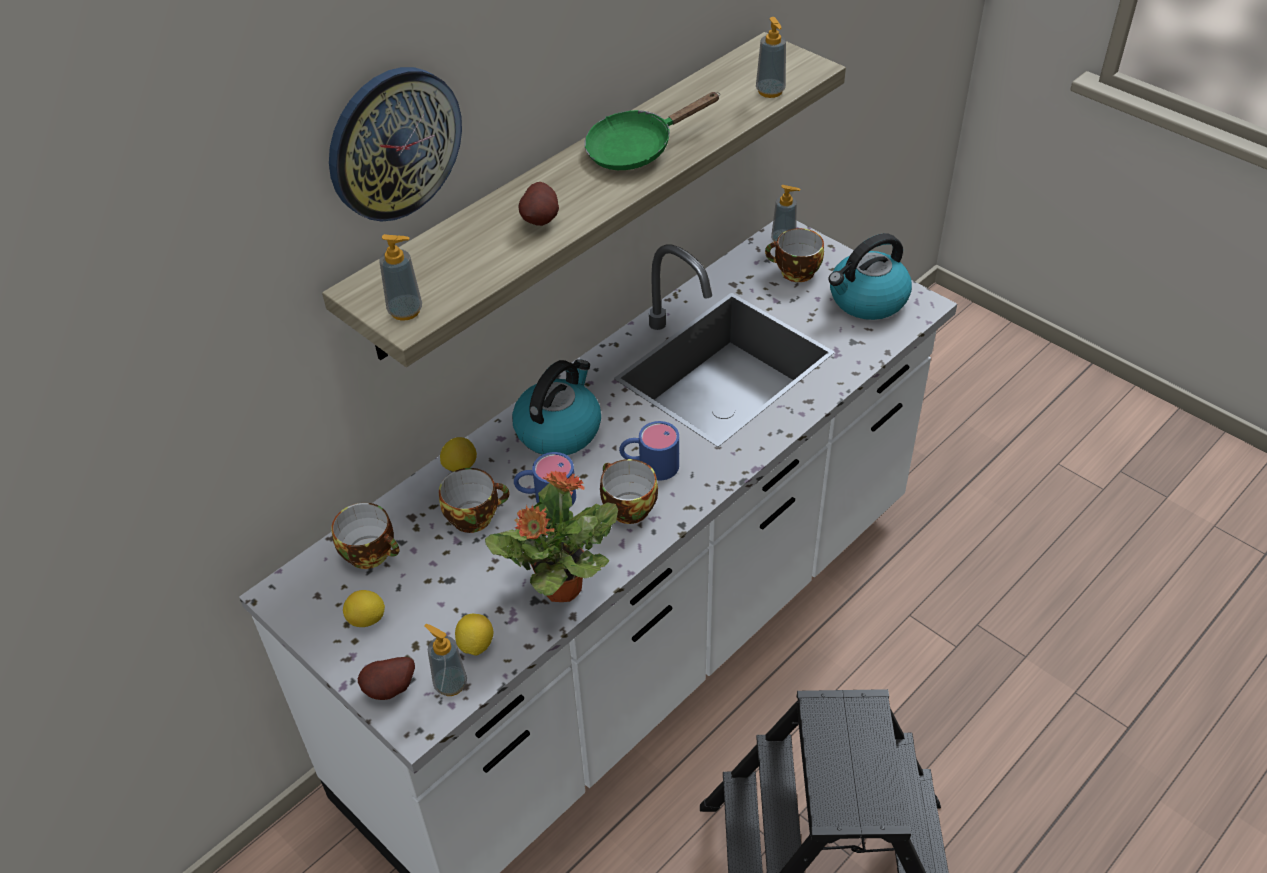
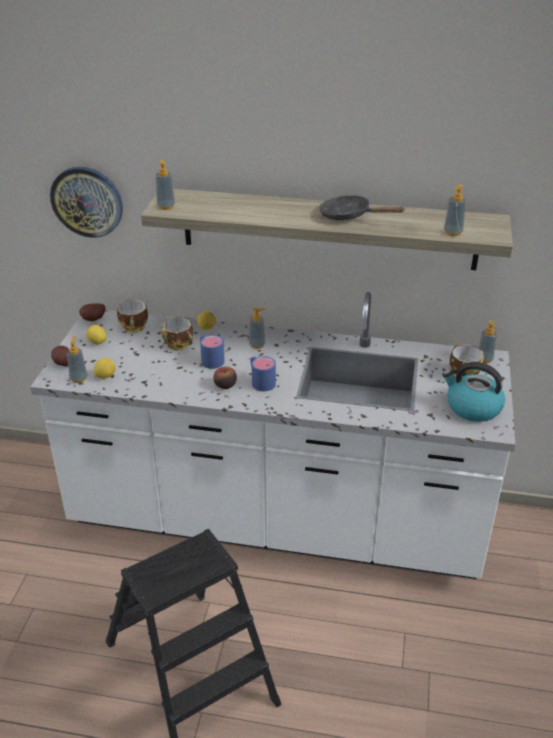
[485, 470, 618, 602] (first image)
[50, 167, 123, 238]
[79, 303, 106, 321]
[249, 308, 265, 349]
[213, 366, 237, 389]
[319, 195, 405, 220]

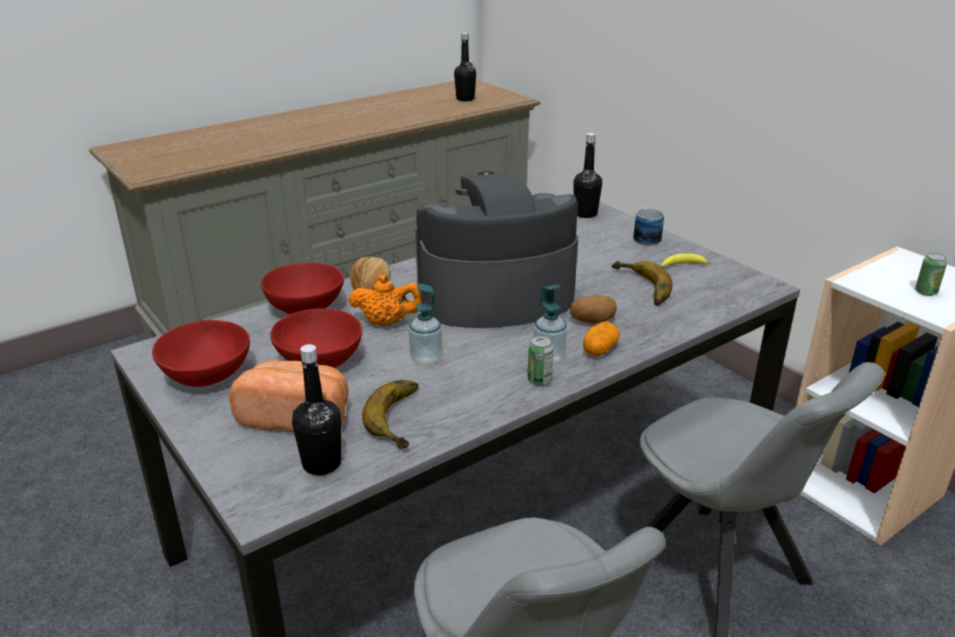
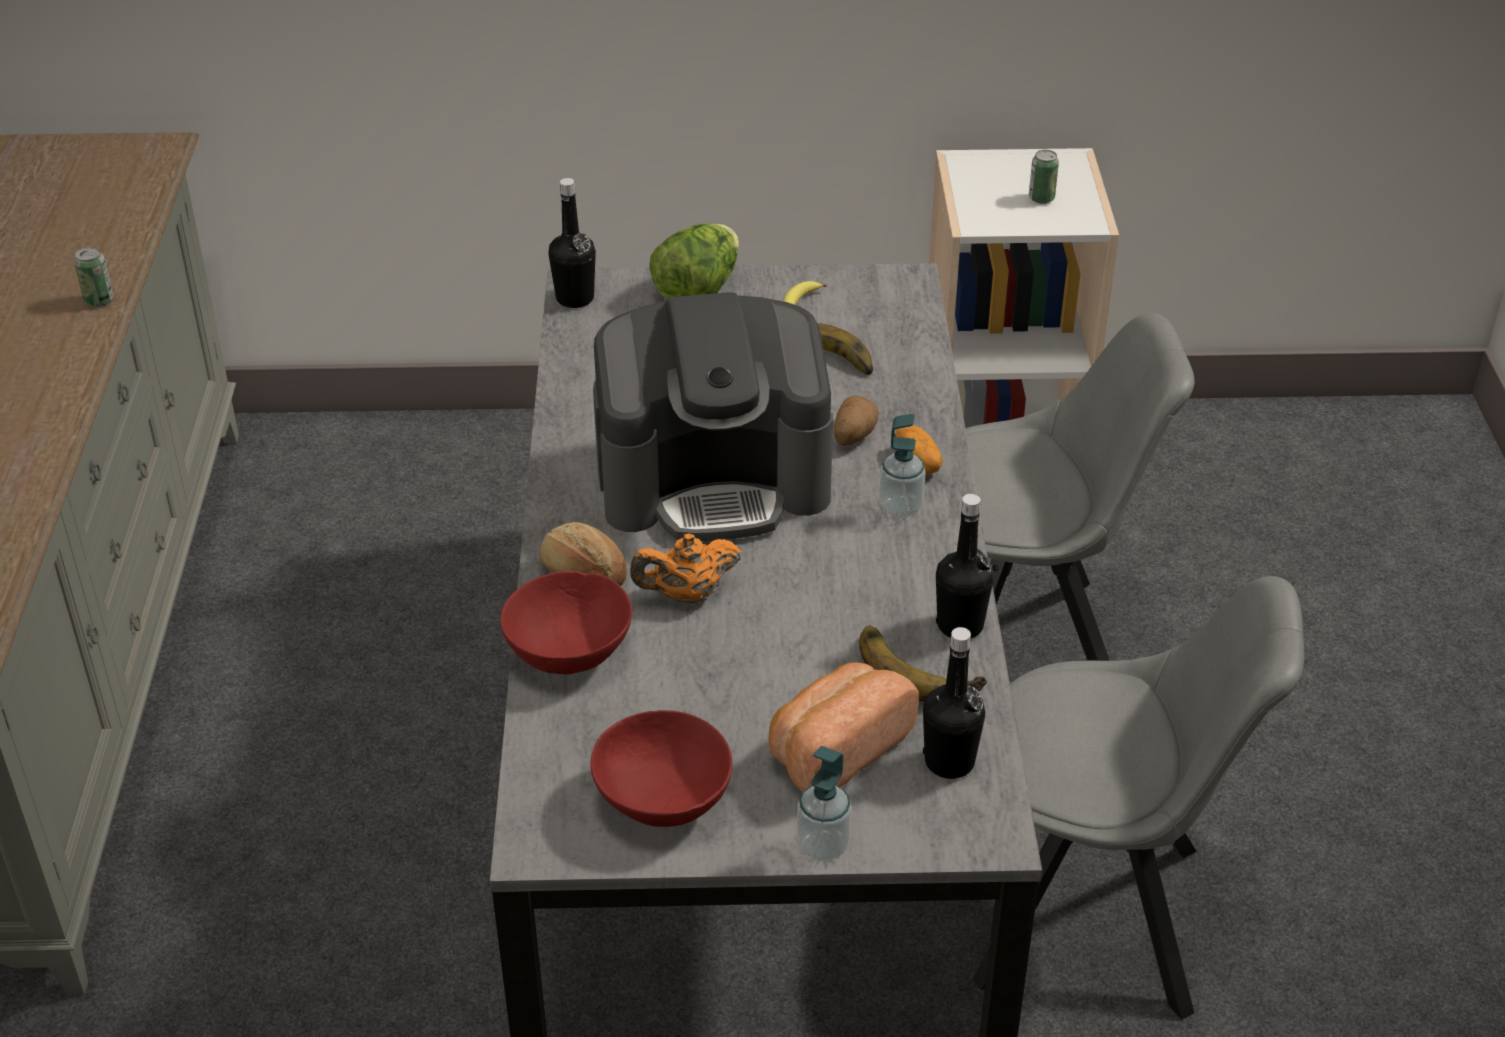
[270, 308, 362, 368] (first image)
[797, 746, 852, 861]
[936, 494, 994, 638]
[74, 247, 114, 307]
[649, 223, 739, 299]
[630, 534, 741, 603]
[593, 292, 833, 541]

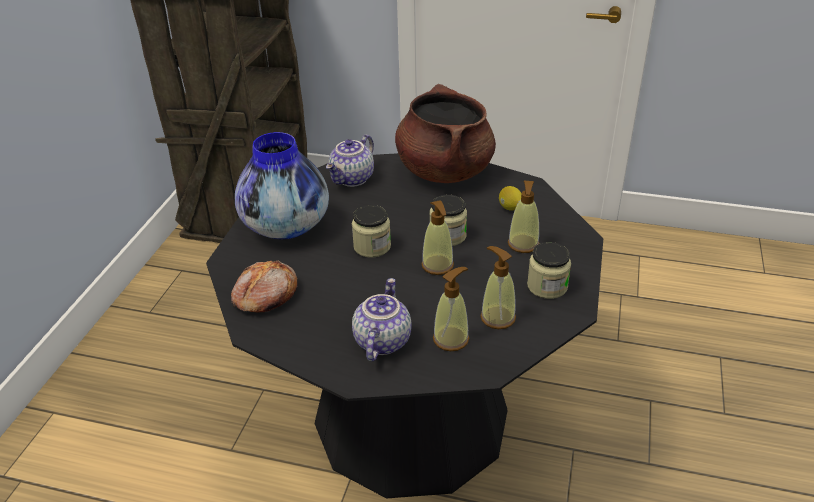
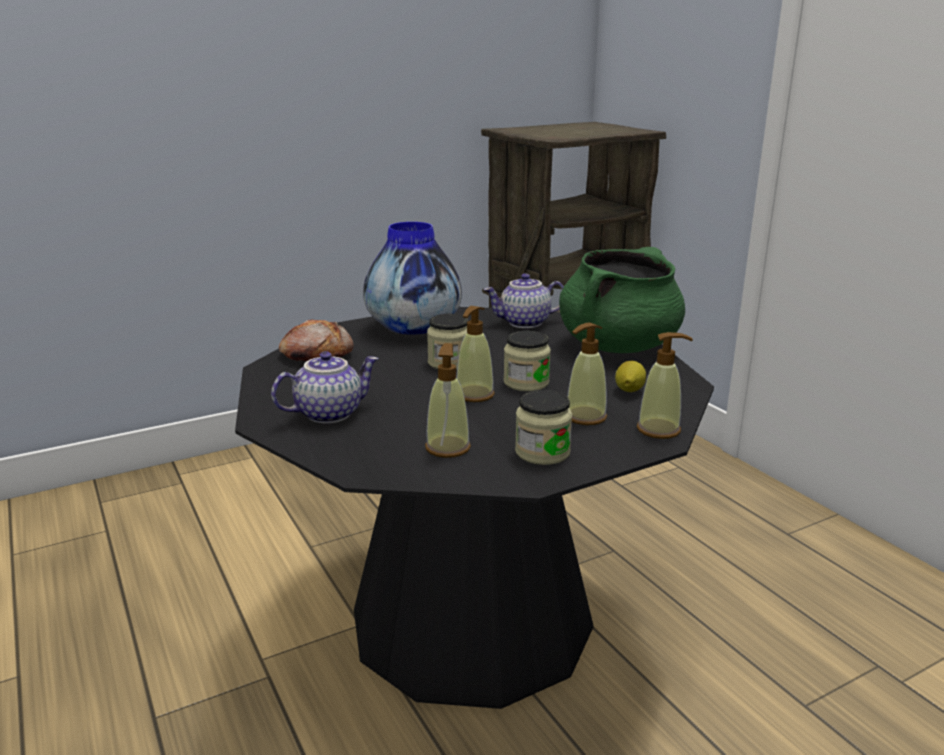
[637, 332, 693, 439]
[559, 247, 685, 353]

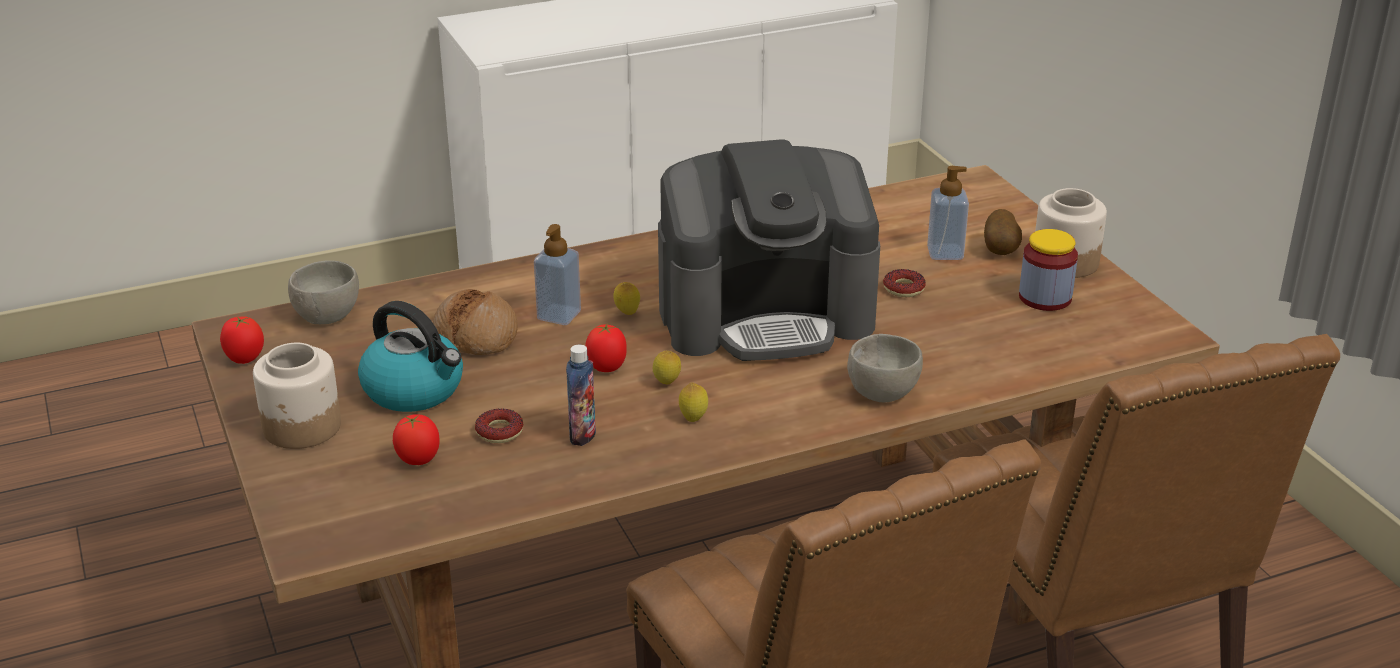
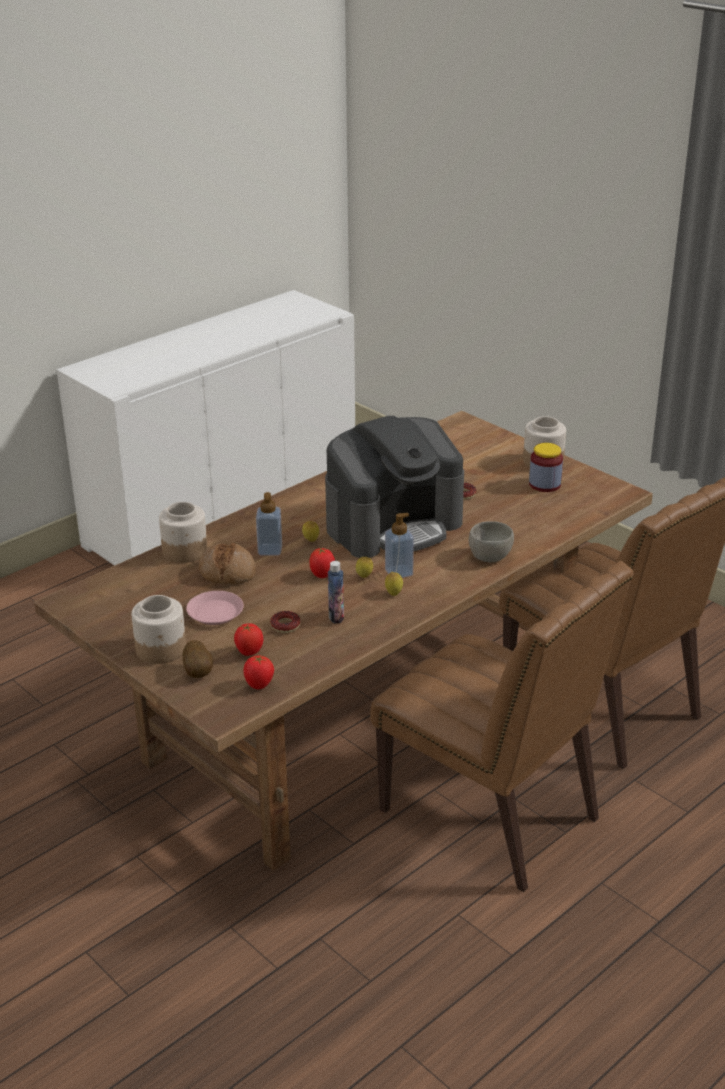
[288, 260, 359, 324] (first image)
[159, 502, 207, 563]
[243, 655, 274, 689]
[385, 513, 414, 578]
[183, 640, 213, 678]
[186, 591, 244, 625]

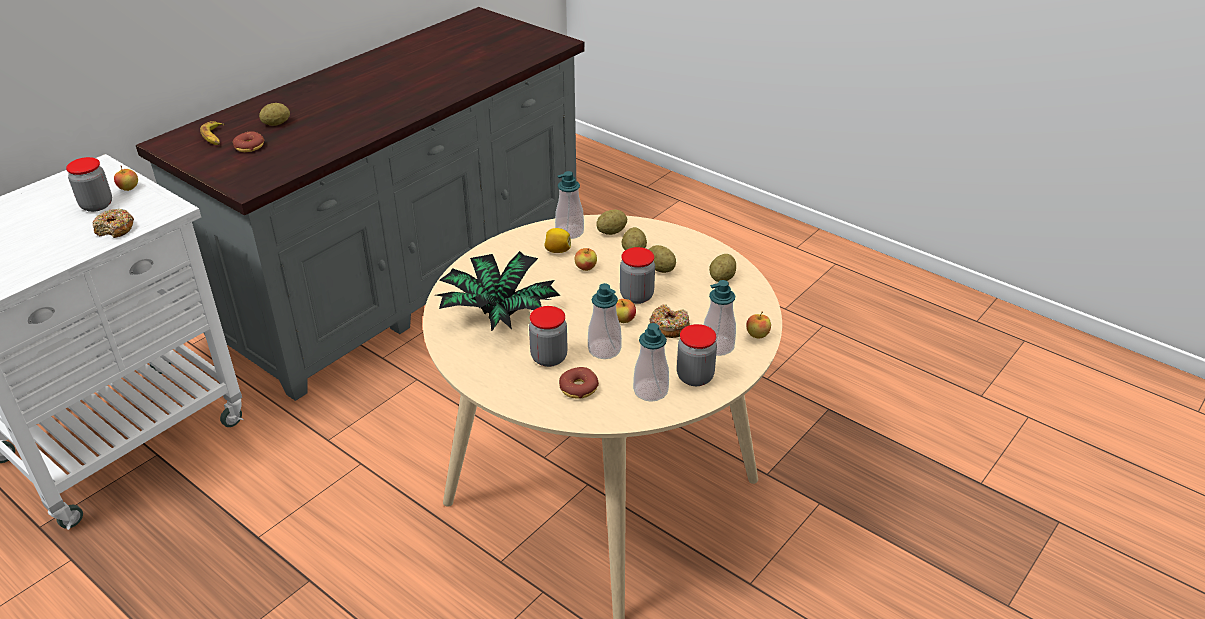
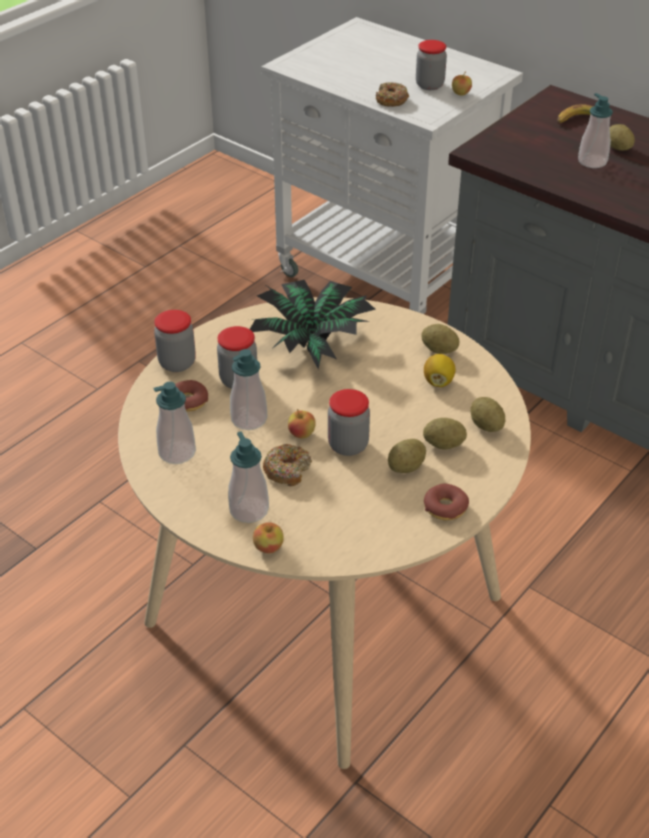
[575, 248, 597, 271] (first image)
[424, 484, 469, 520]
[578, 93, 613, 168]
[154, 310, 196, 372]
[421, 324, 459, 354]

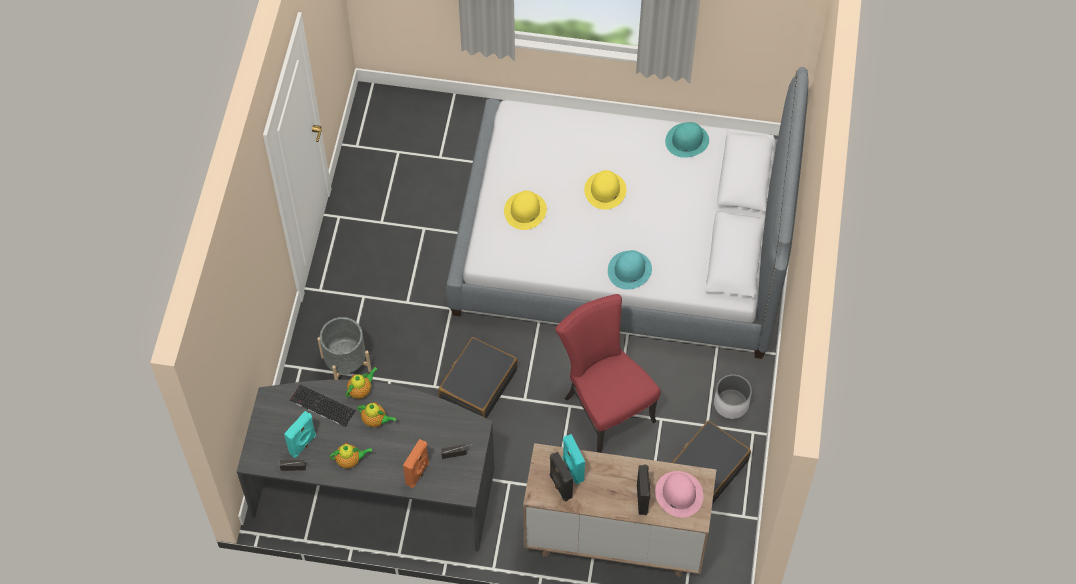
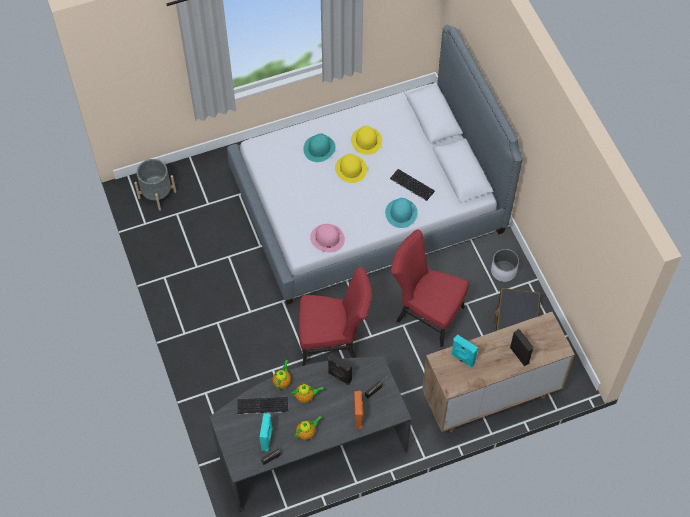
[390, 169, 435, 201]
[134, 159, 176, 211]
[351, 126, 382, 155]
[328, 353, 352, 385]
[310, 224, 345, 253]
[303, 134, 335, 162]
[299, 267, 372, 366]

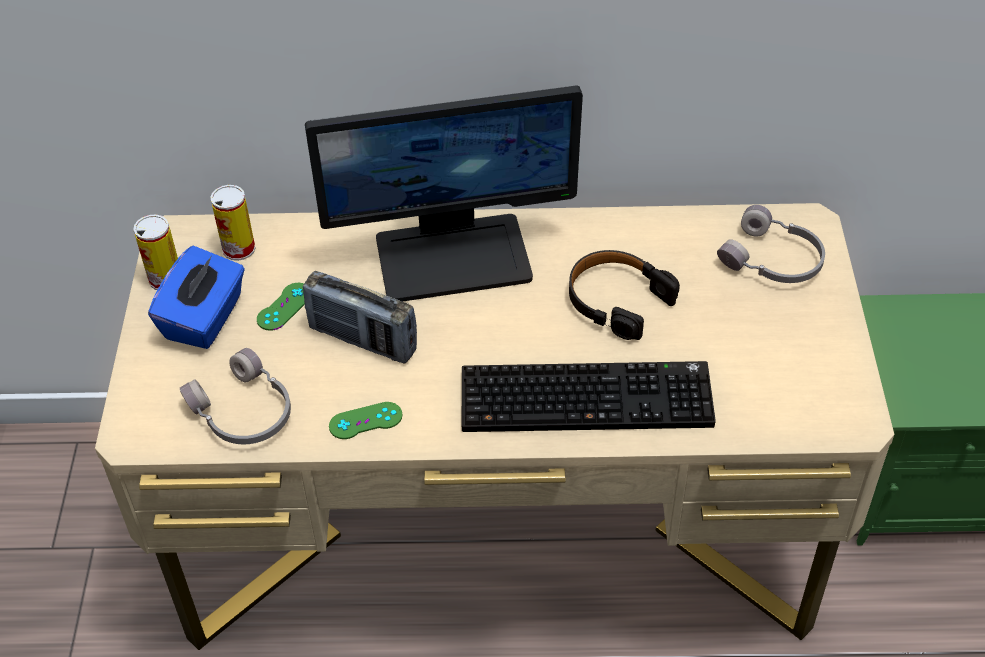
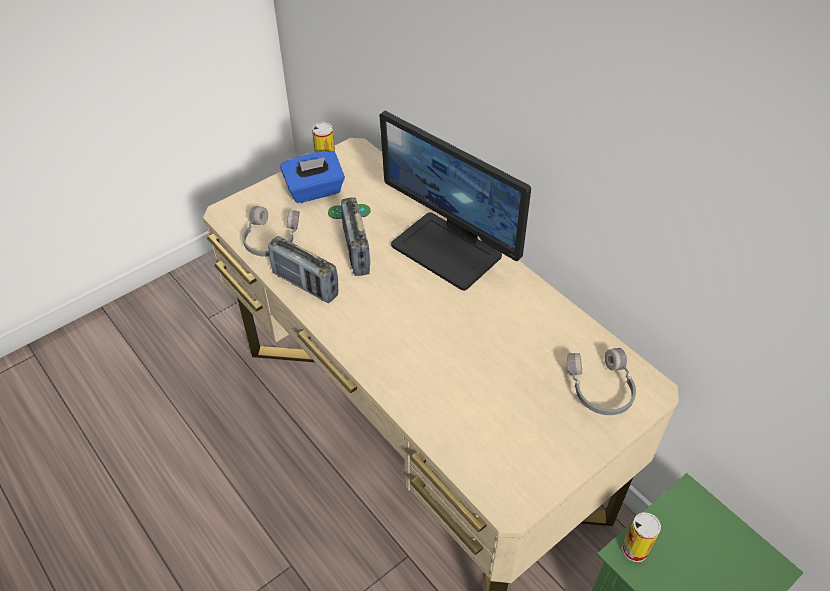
[462, 361, 716, 432] (first image)
[569, 250, 680, 340] (first image)
[622, 512, 661, 562]
[268, 236, 338, 303]

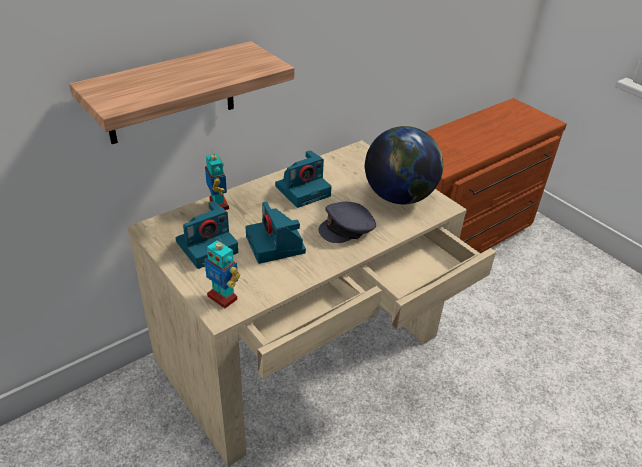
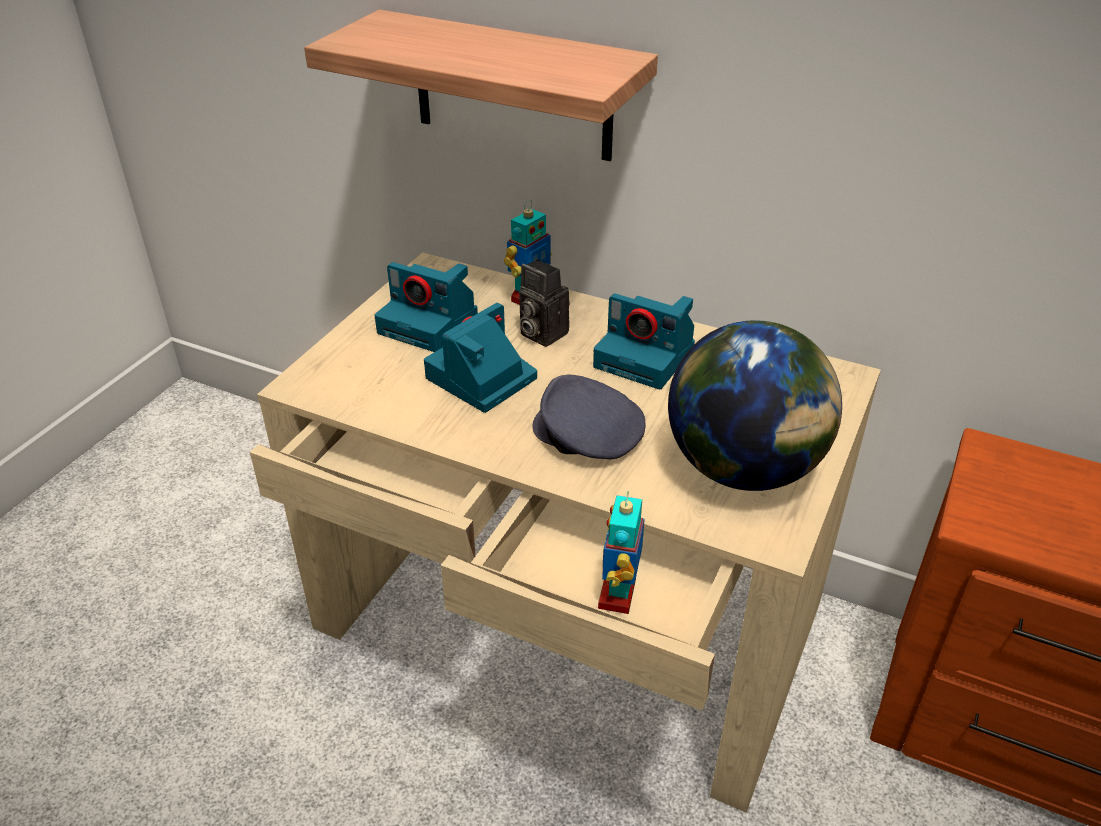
[519, 259, 570, 347]
[598, 491, 645, 614]

